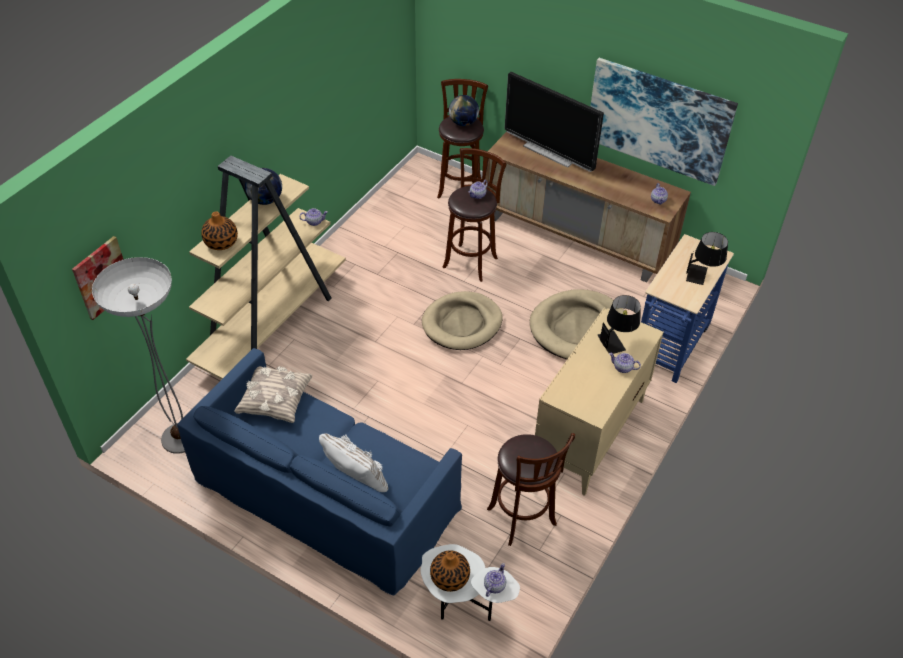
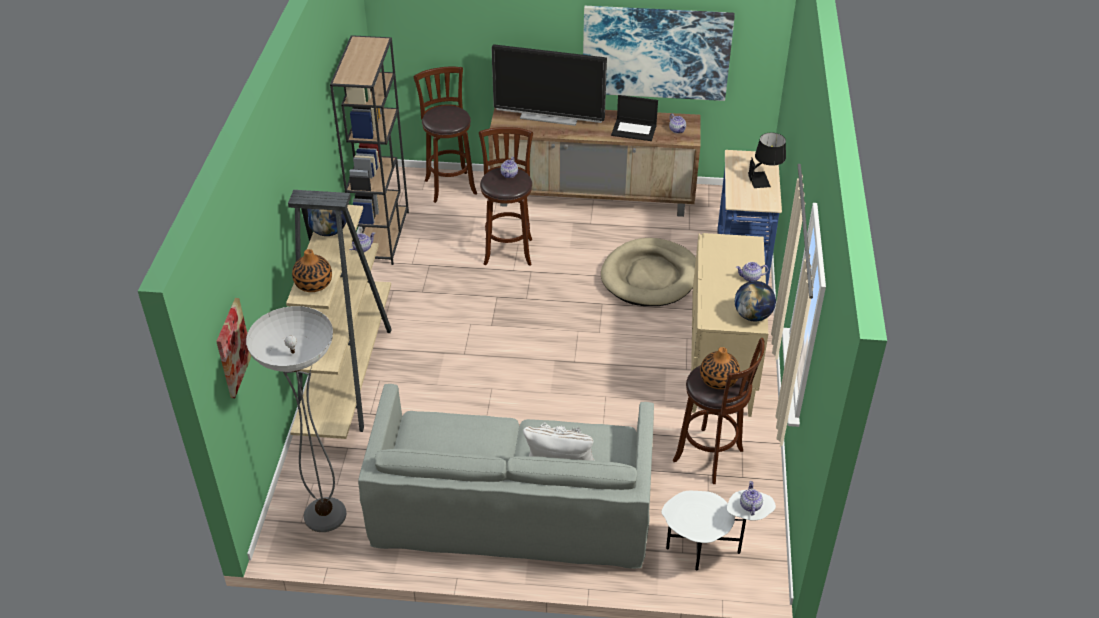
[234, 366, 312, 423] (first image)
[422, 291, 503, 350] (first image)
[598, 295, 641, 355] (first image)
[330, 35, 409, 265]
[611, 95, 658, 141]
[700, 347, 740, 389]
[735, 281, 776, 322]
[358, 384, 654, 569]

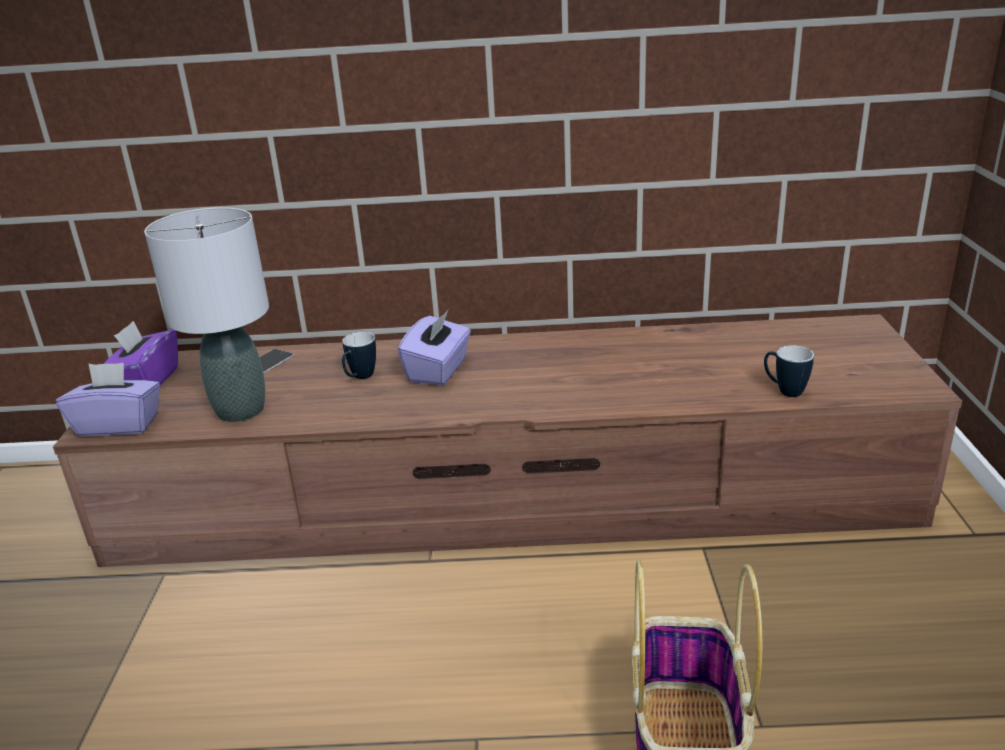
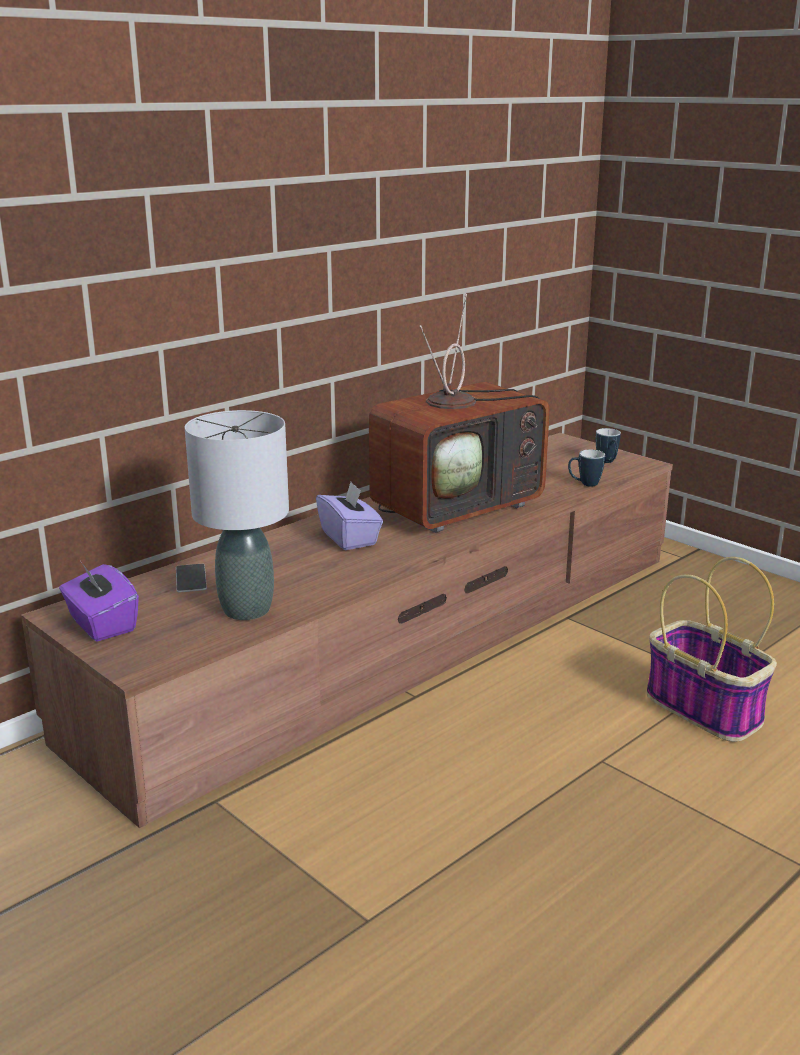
[56, 363, 160, 436] (first image)
[369, 294, 550, 533]
[596, 428, 621, 463]

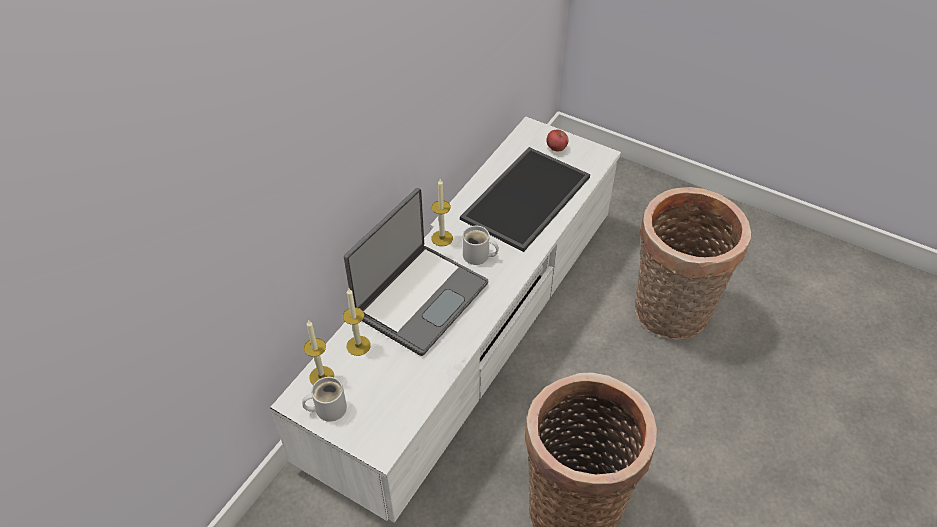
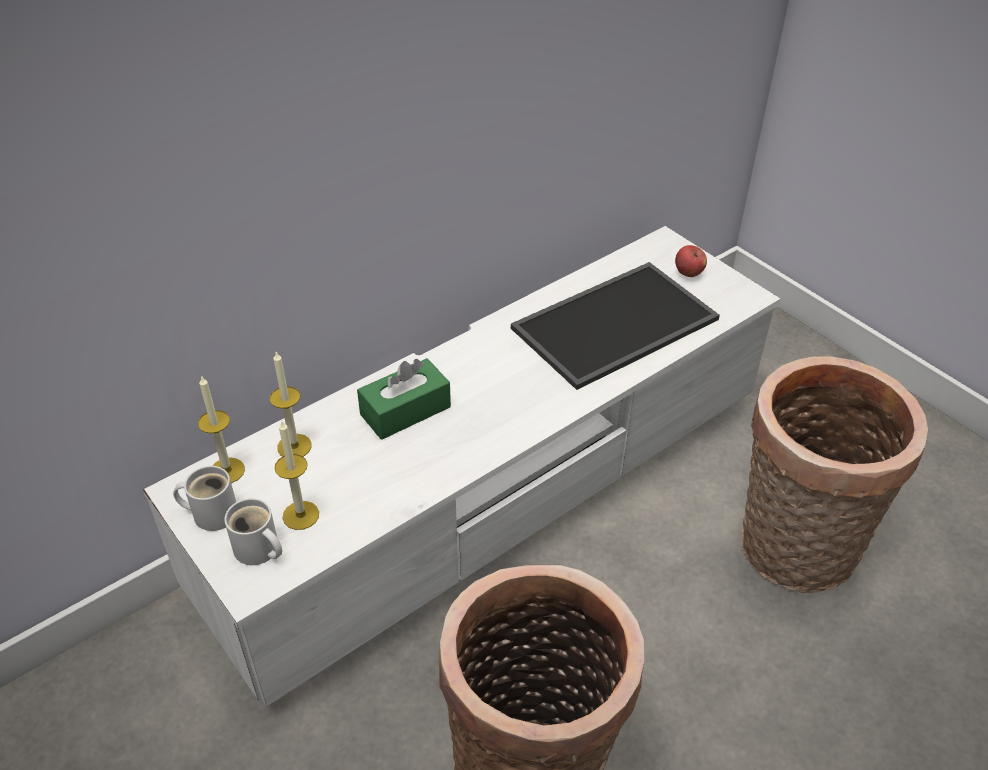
[275, 421, 319, 530]
[224, 498, 282, 565]
[357, 358, 451, 440]

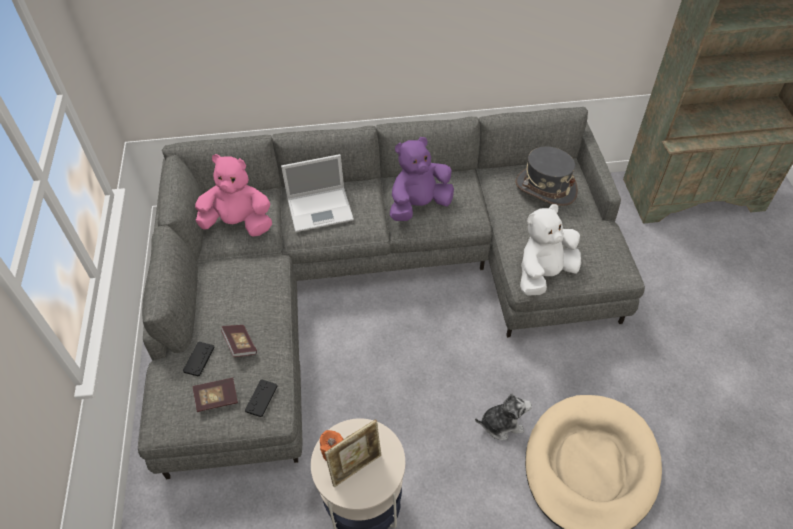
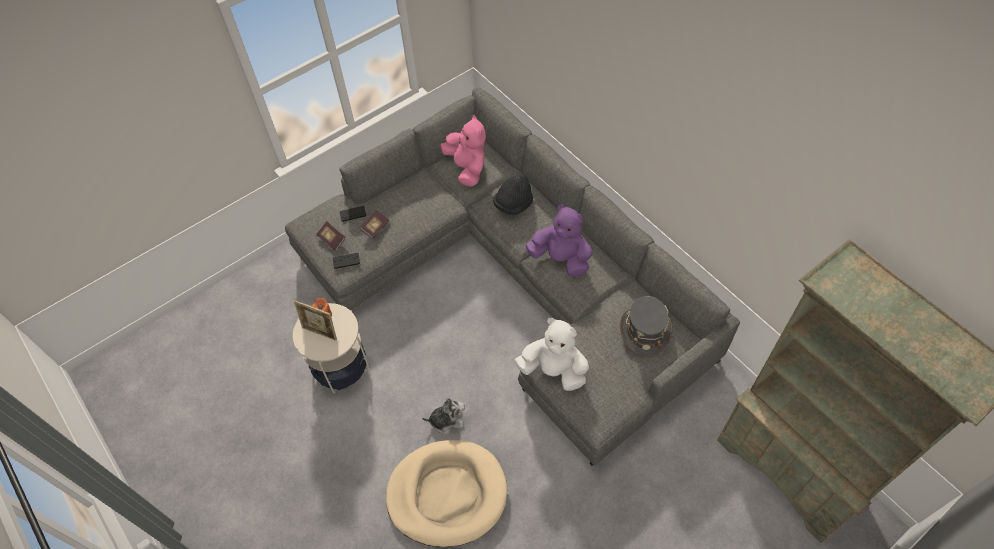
[493, 175, 533, 215]
[422, 398, 465, 434]

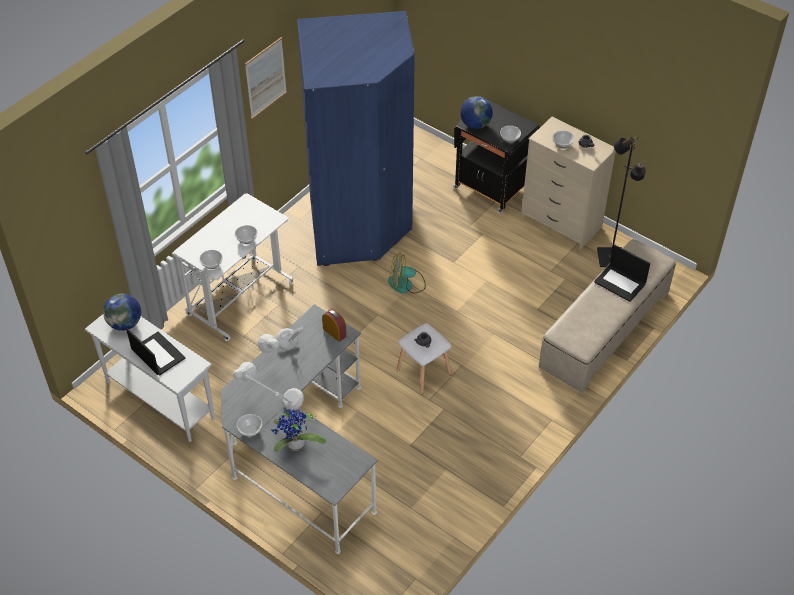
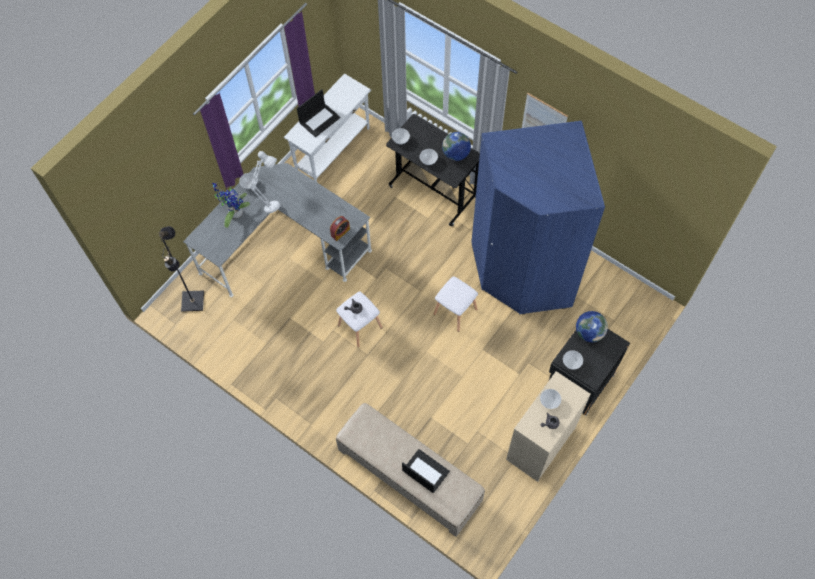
[258, 326, 304, 353] (first image)
[442, 132, 471, 161]
[159, 226, 204, 312]
[433, 276, 478, 332]
[386, 114, 480, 226]
[402, 449, 450, 493]

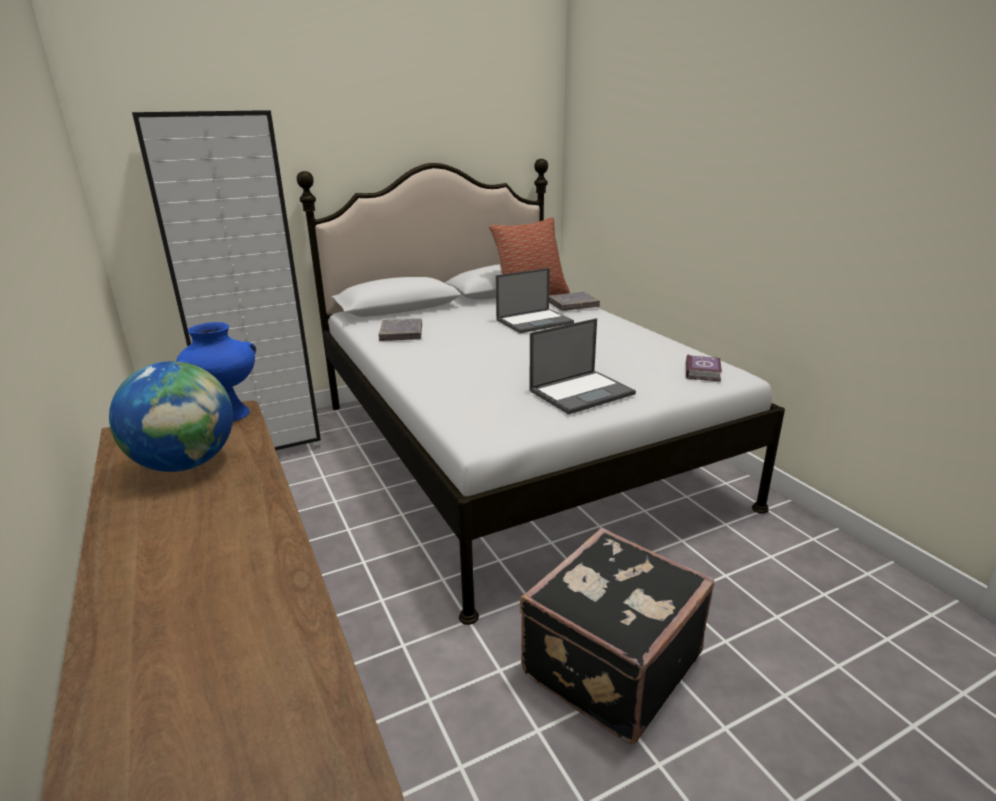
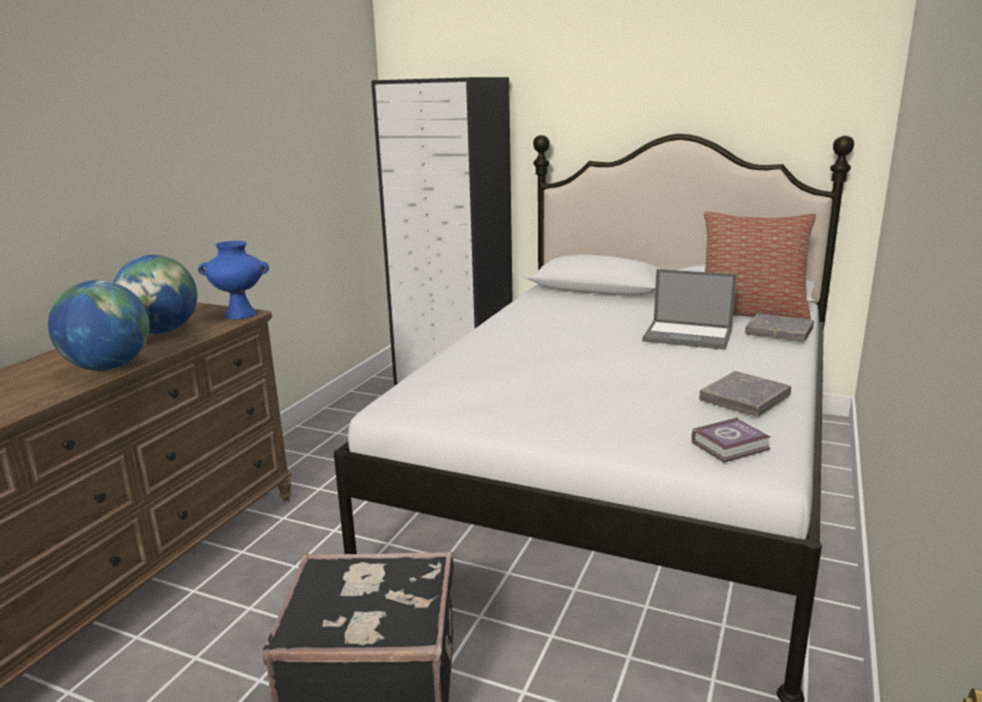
[529, 318, 636, 414] (first image)
[48, 280, 150, 371]
[699, 371, 791, 417]

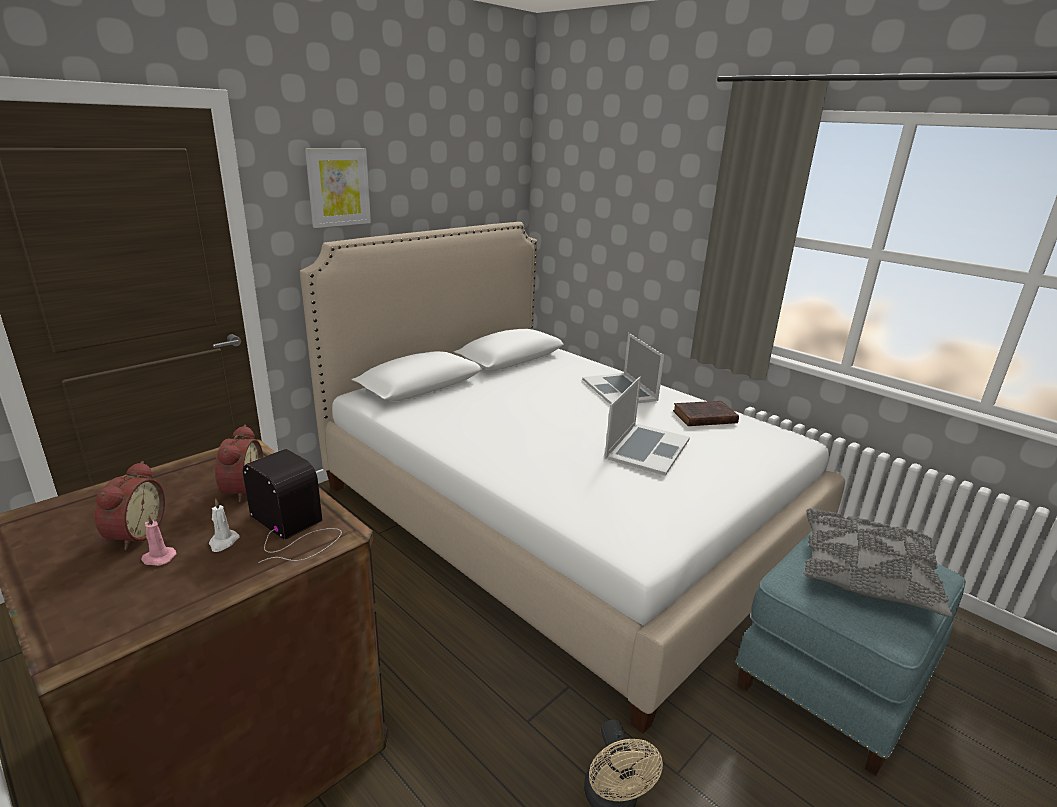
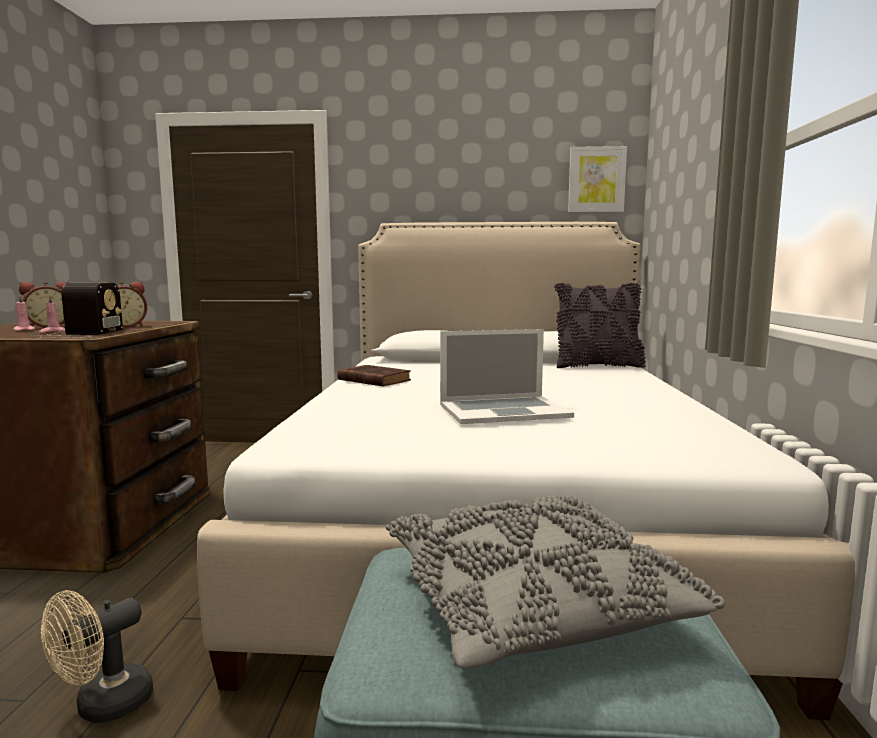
[582, 333, 664, 405] (first image)
[554, 283, 646, 368]
[568, 146, 627, 213]
[337, 365, 411, 387]
[39, 295, 65, 333]

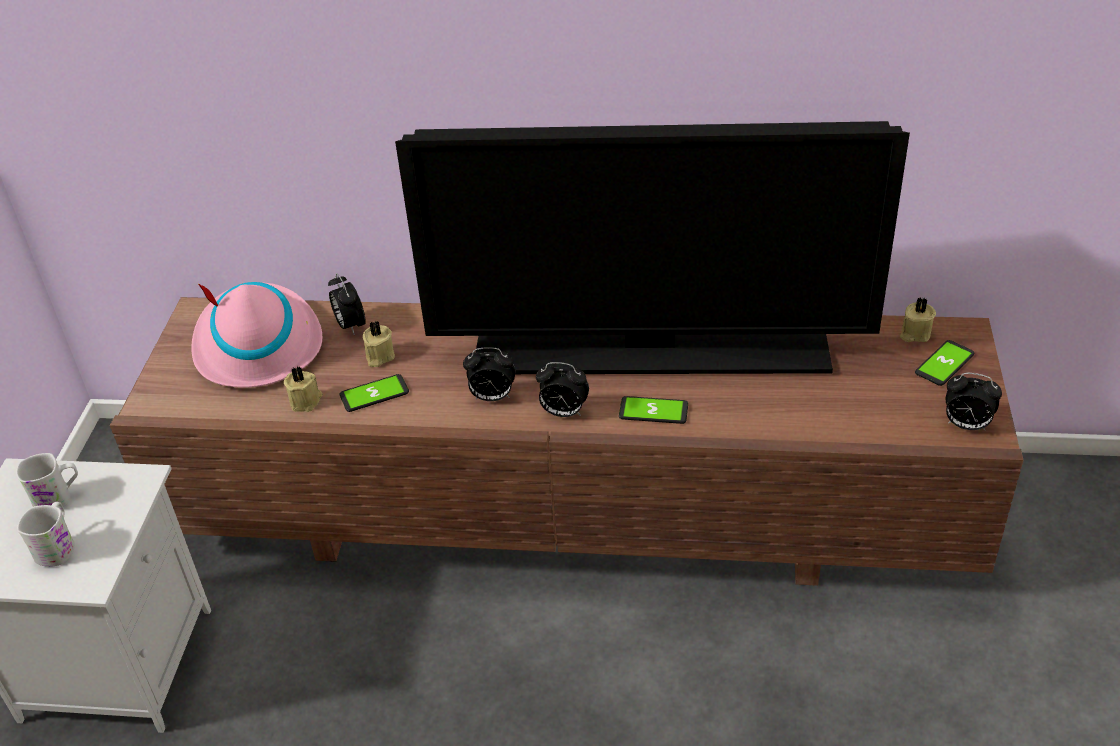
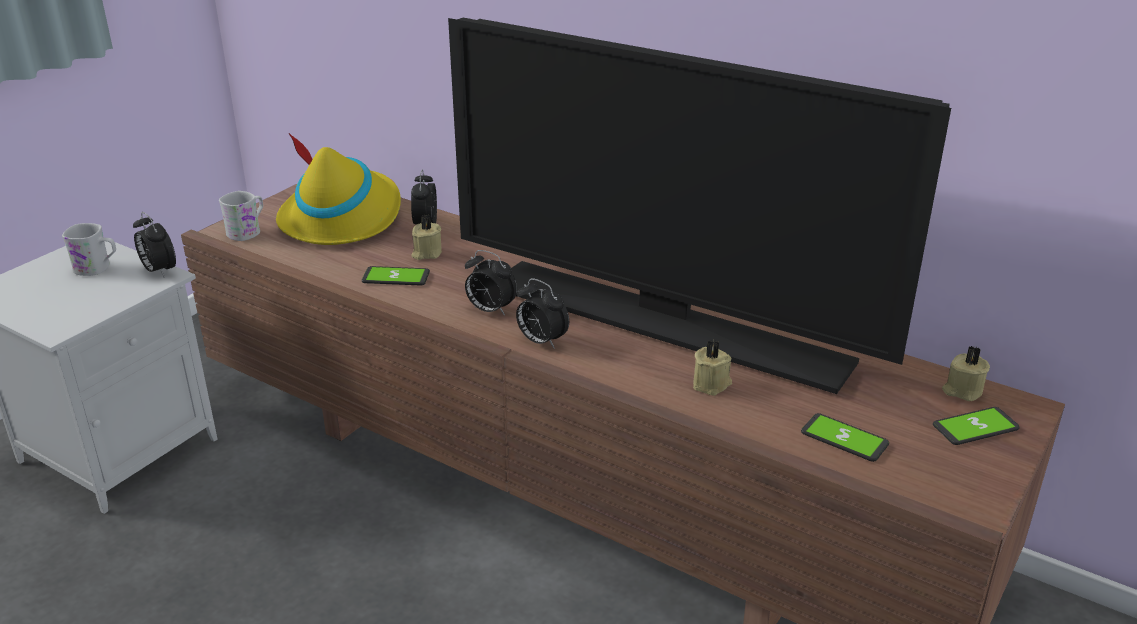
[219, 191, 263, 241]
[693, 340, 732, 396]
[801, 413, 889, 462]
[133, 212, 176, 278]
[276, 133, 401, 245]

